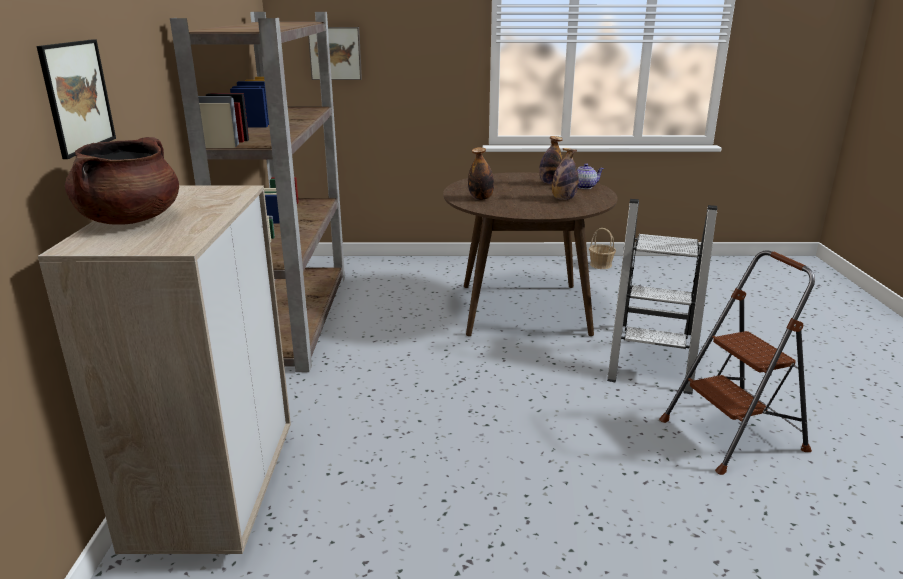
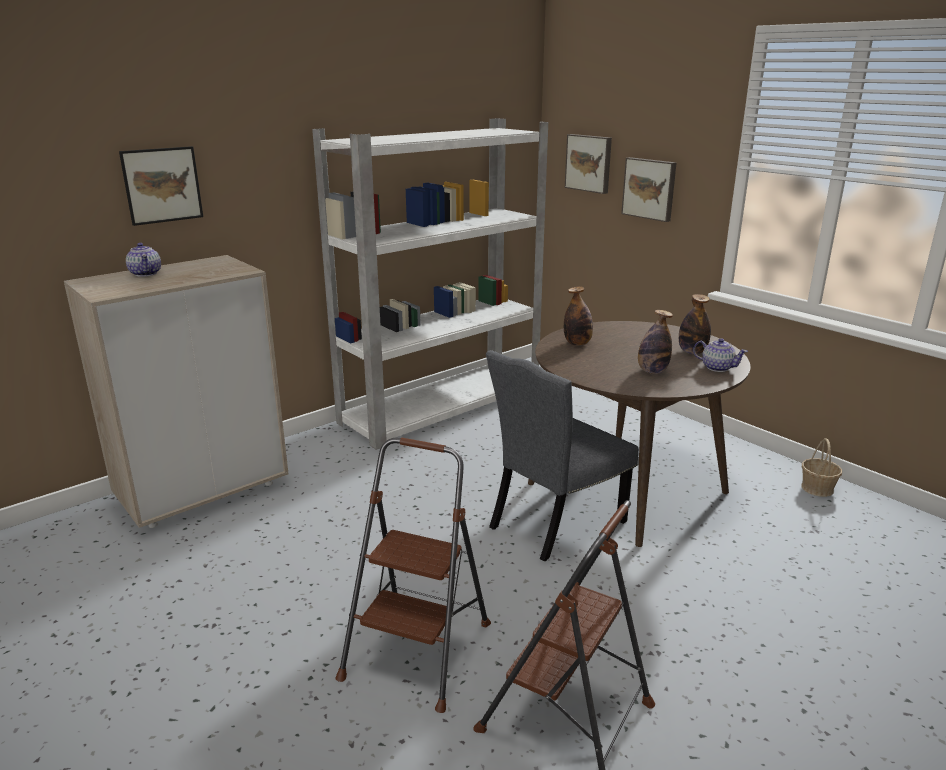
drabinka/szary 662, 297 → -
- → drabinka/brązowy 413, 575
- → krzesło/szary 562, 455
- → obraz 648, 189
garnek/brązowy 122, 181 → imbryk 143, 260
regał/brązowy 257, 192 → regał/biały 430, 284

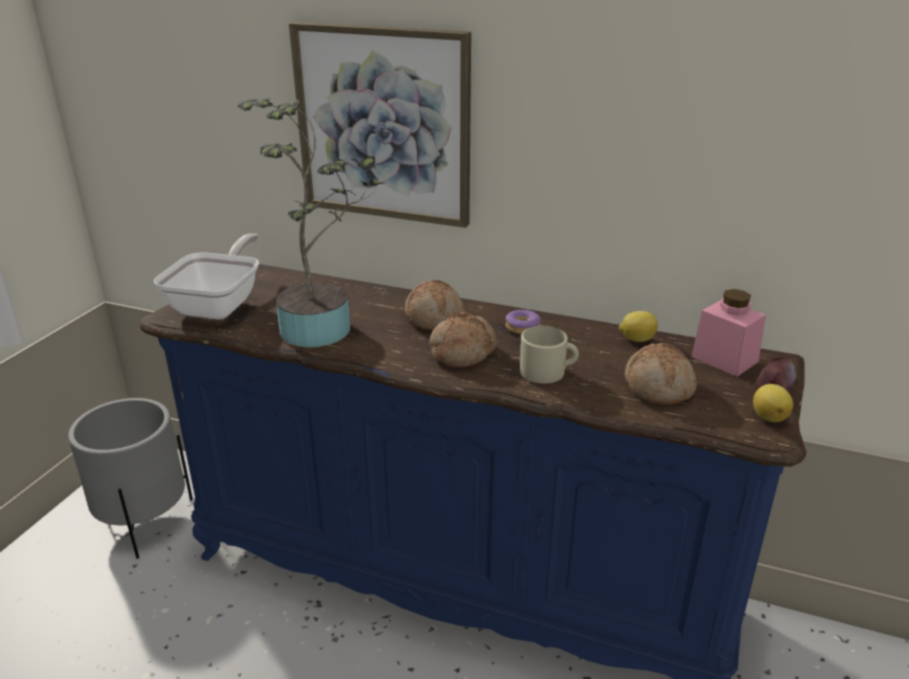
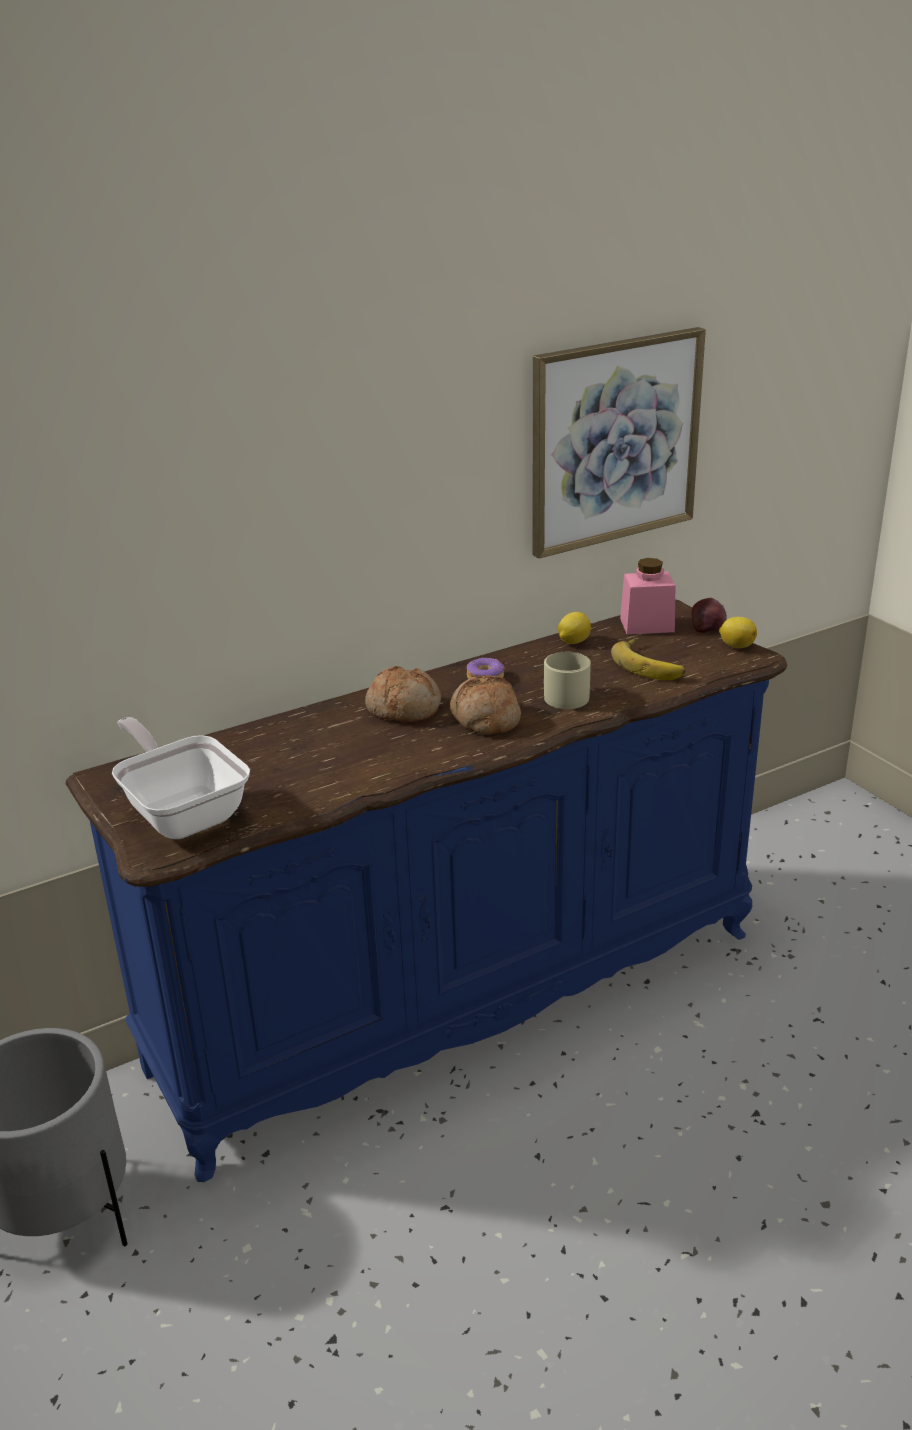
roślina doniczkowa 311, 222 → -
obraz 380, 125 → obraz 619, 442, shifted
chleb 661, 374 → banan 648, 658

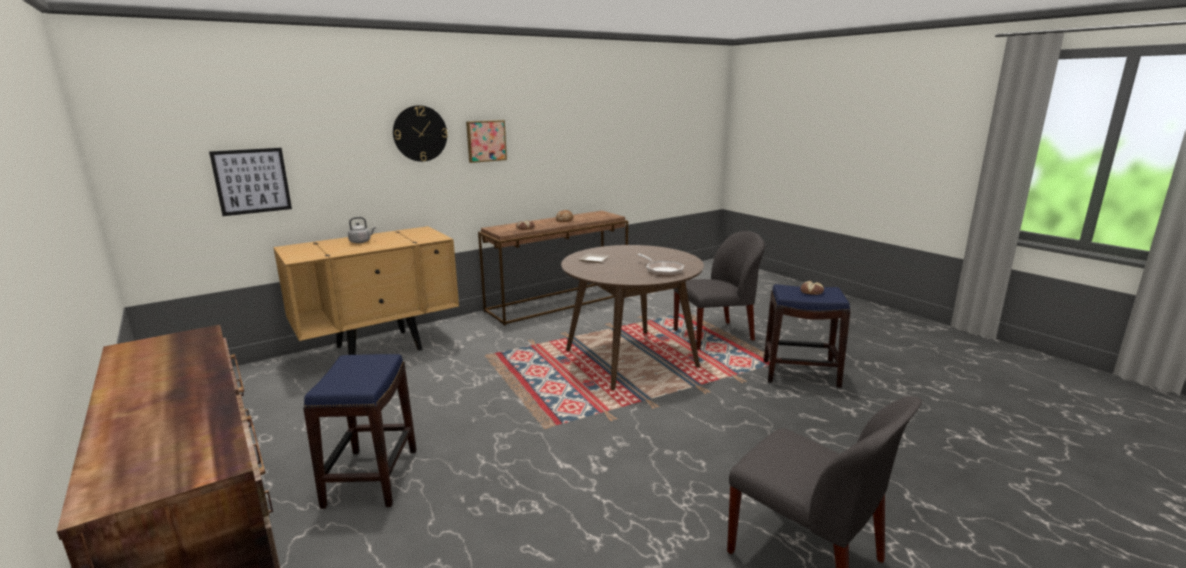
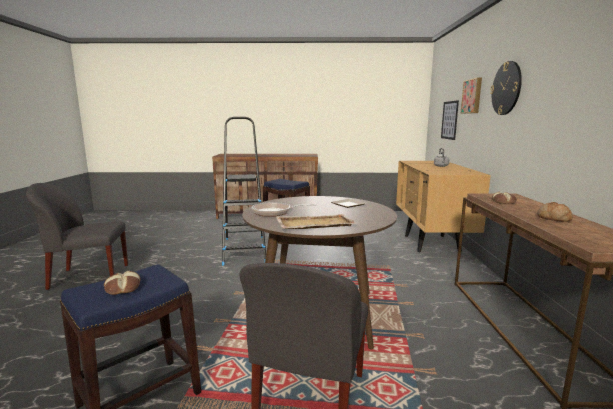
- → drabinka/czarny 244, 191
- → taca/beżowy 316, 221
obraz 486, 141 → obraz 471, 95, shifted

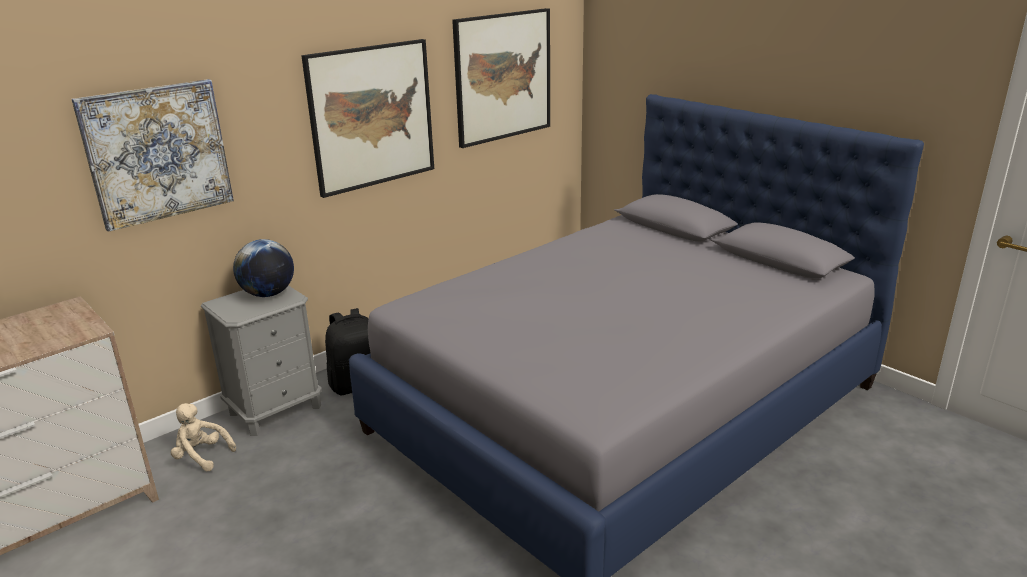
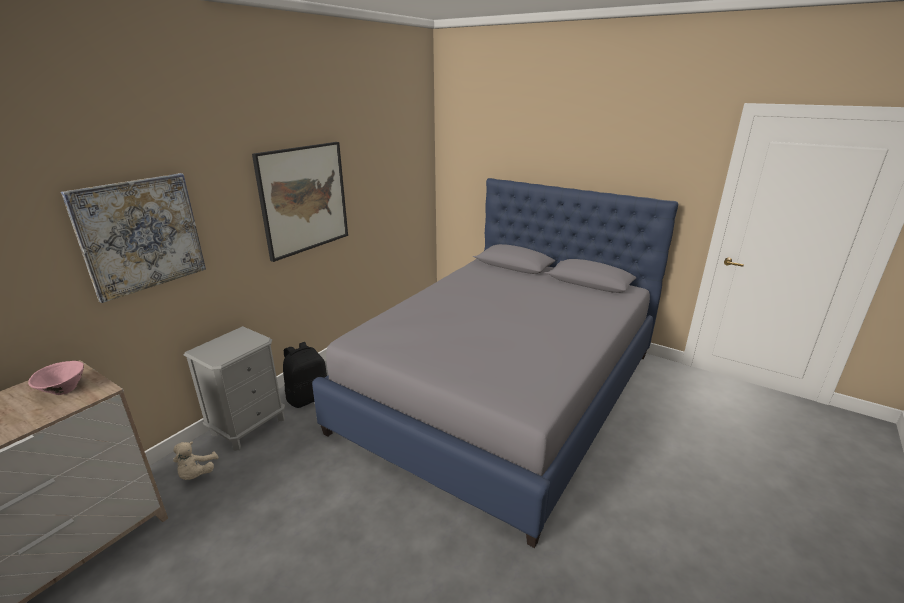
globus 263, 268 → -
obraz 501, 78 → -
- → miska/różowy 56, 378
pluszak/beżowy 203, 437 → pluszak/beżowy 196, 460, 105 degrees counterclockwise

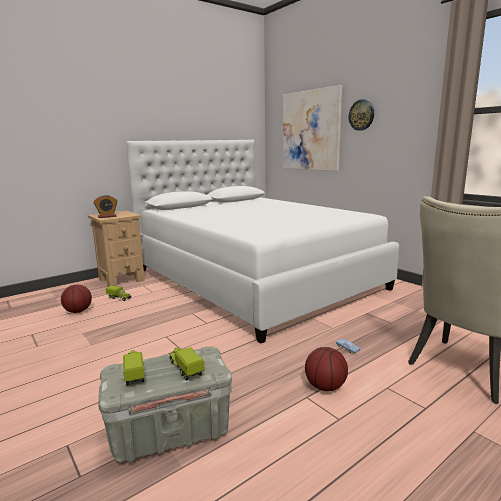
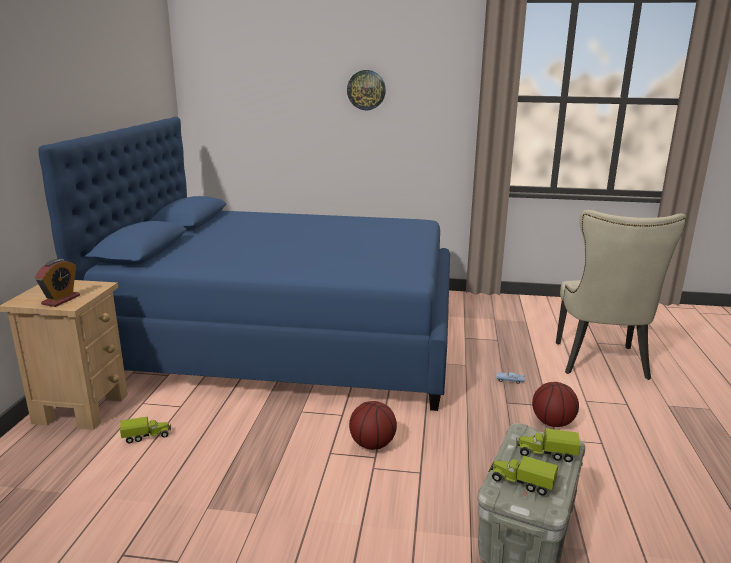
obraz 312, 128 → -
piłka do koszykówki 76, 298 → piłka do koszykówki 373, 425, shifted
łóżko/biały 262, 242 → łóżko/niebieski 244, 264

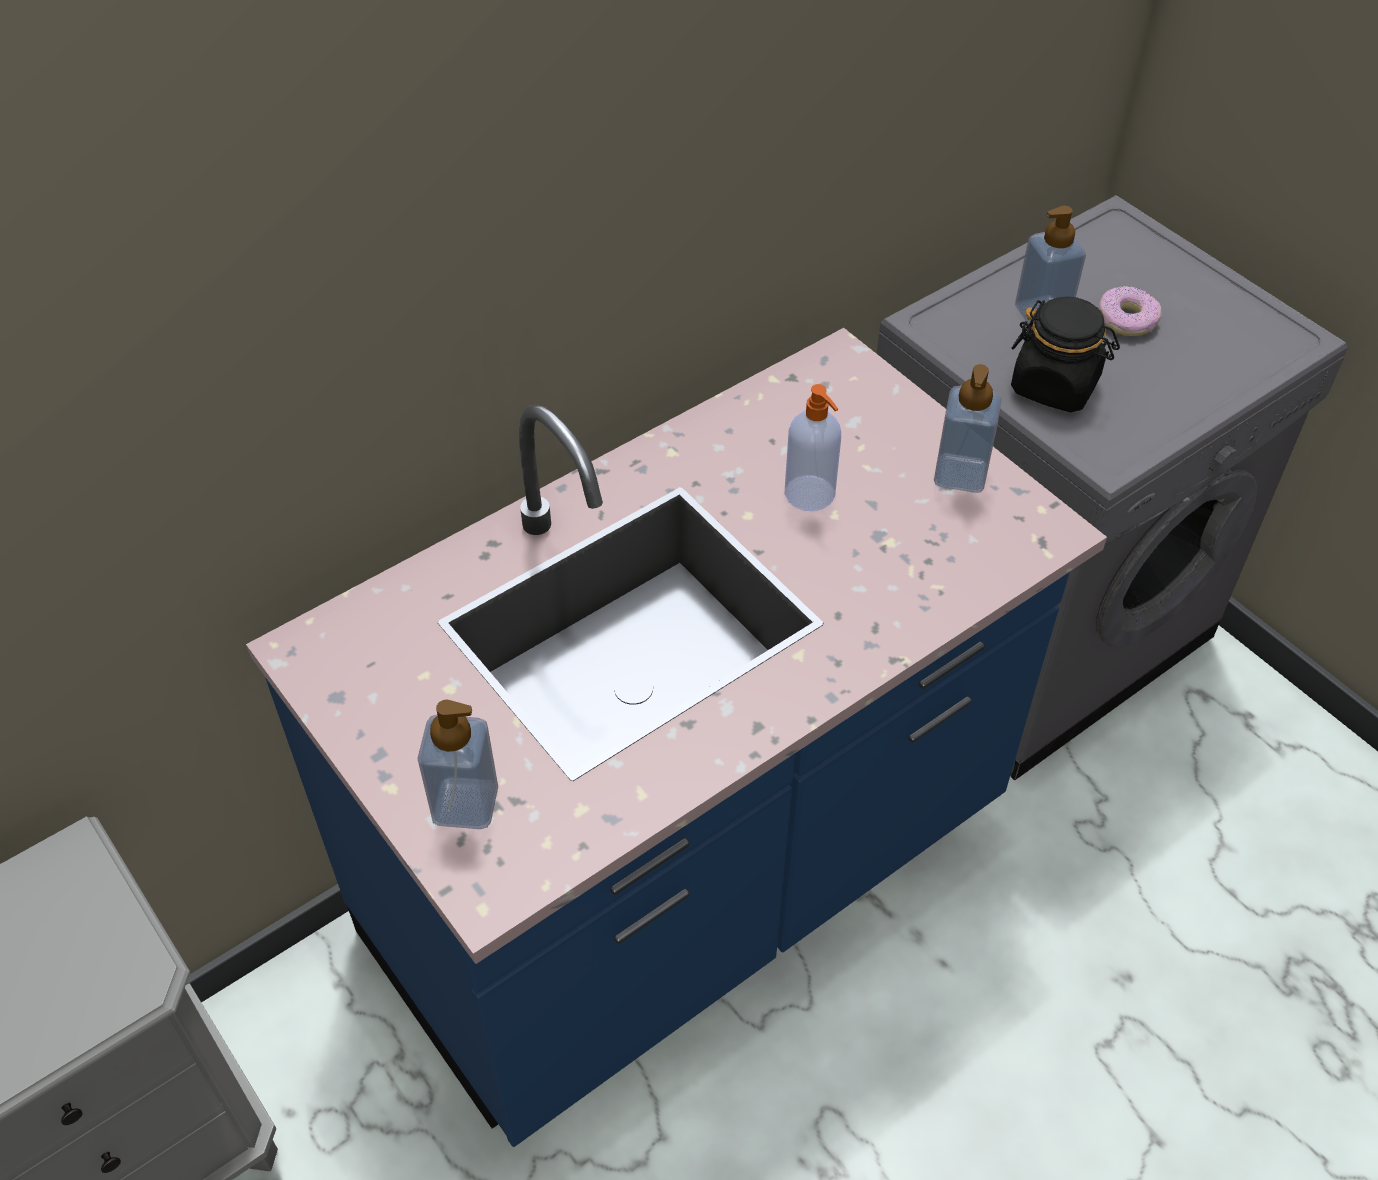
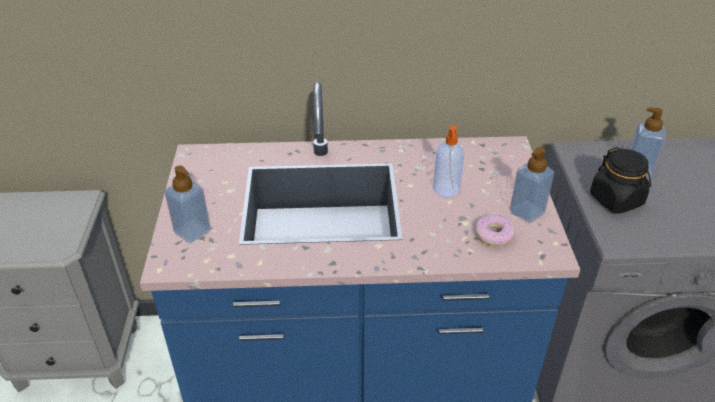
donut 1130, 311 → donut 495, 230, shifted

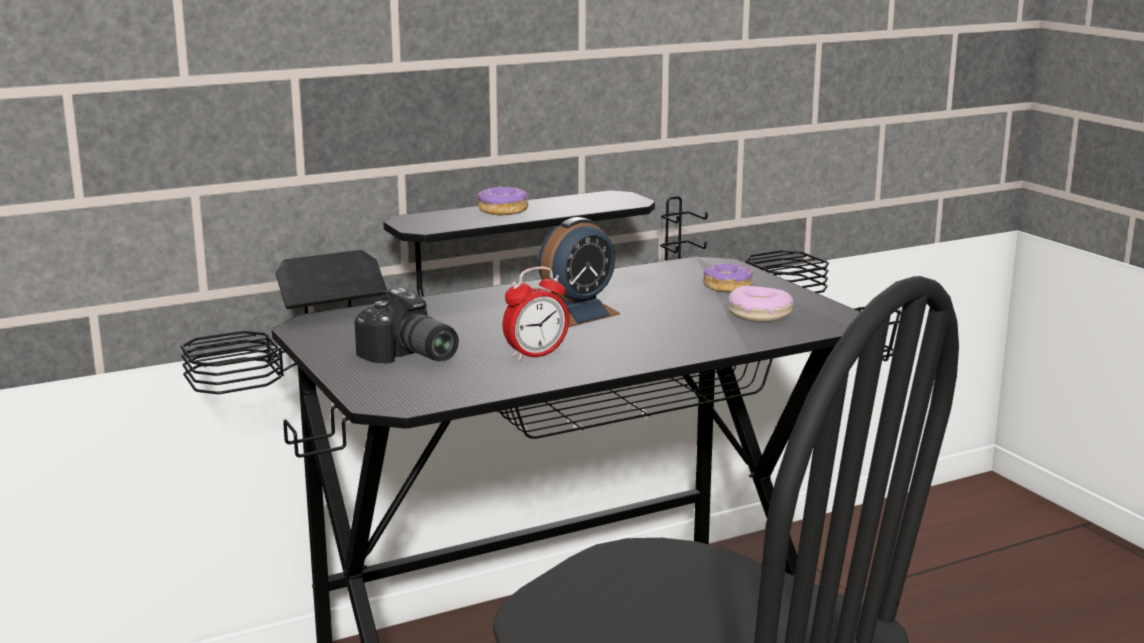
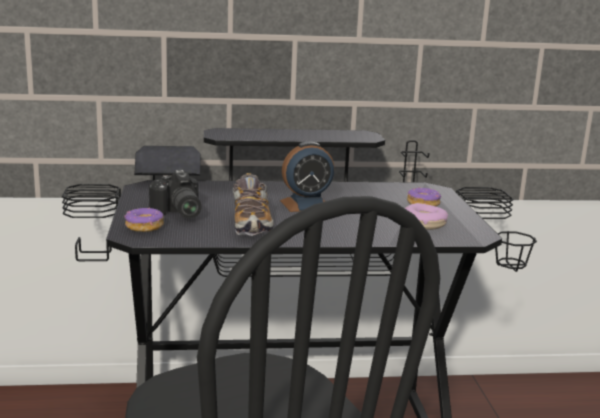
donut 503, 201 → donut 144, 220, shifted
budzik 536, 313 → but 253, 204

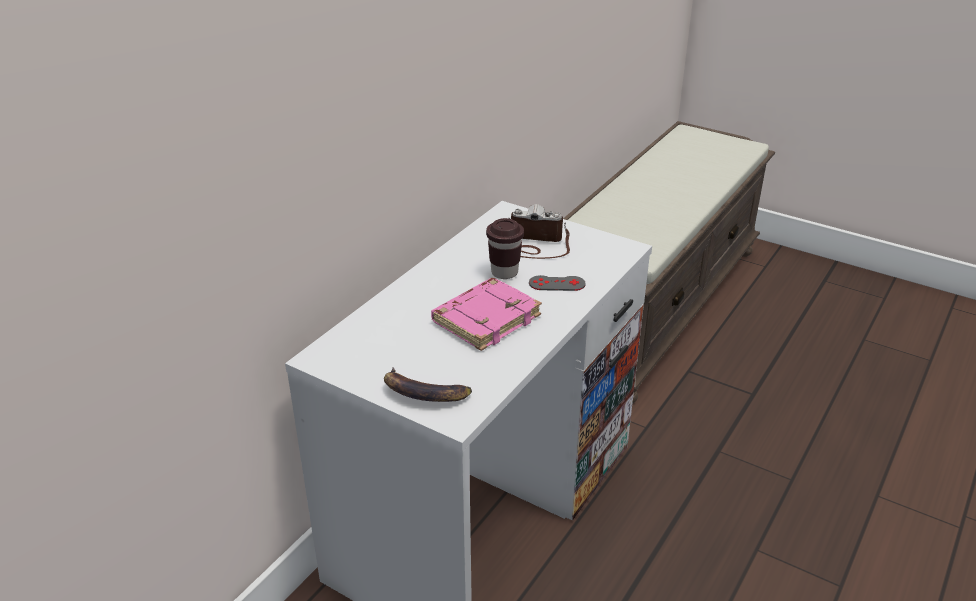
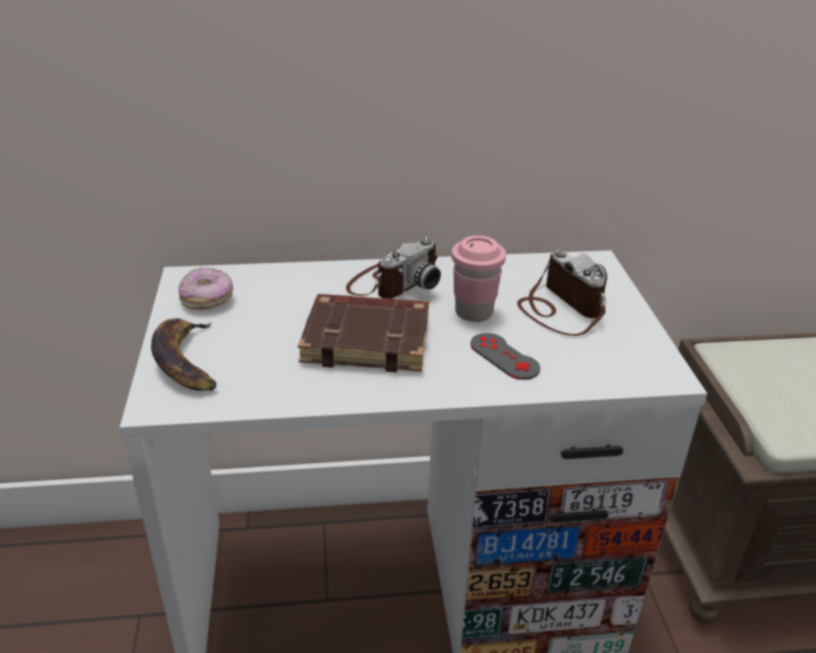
- → donut 205, 288
- → aparat fotograficzny 393, 268
książka/różowy 486, 314 → książka/brązowy 363, 333
filiżanka/brązowy 505, 248 → filiżanka/różowy 478, 278

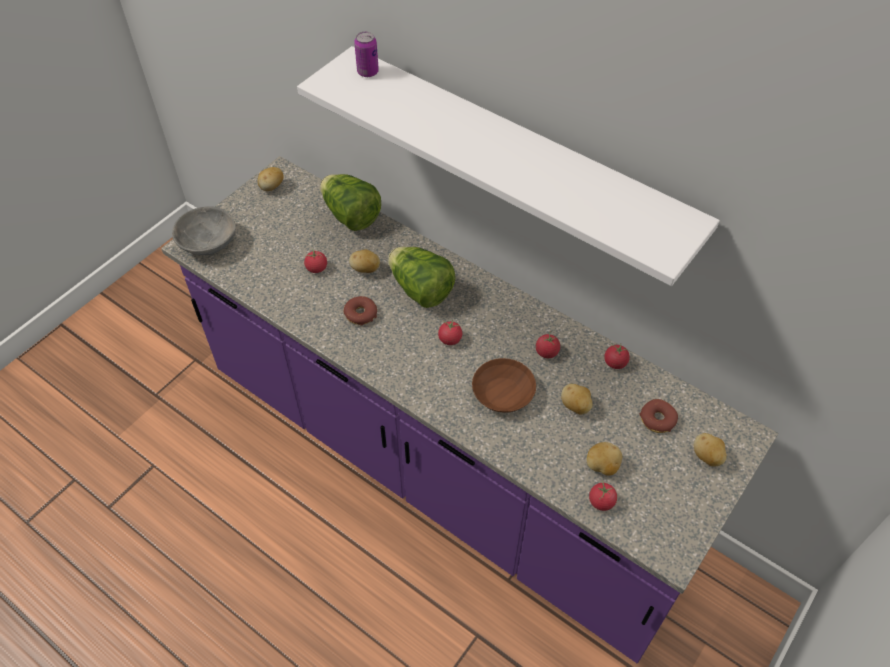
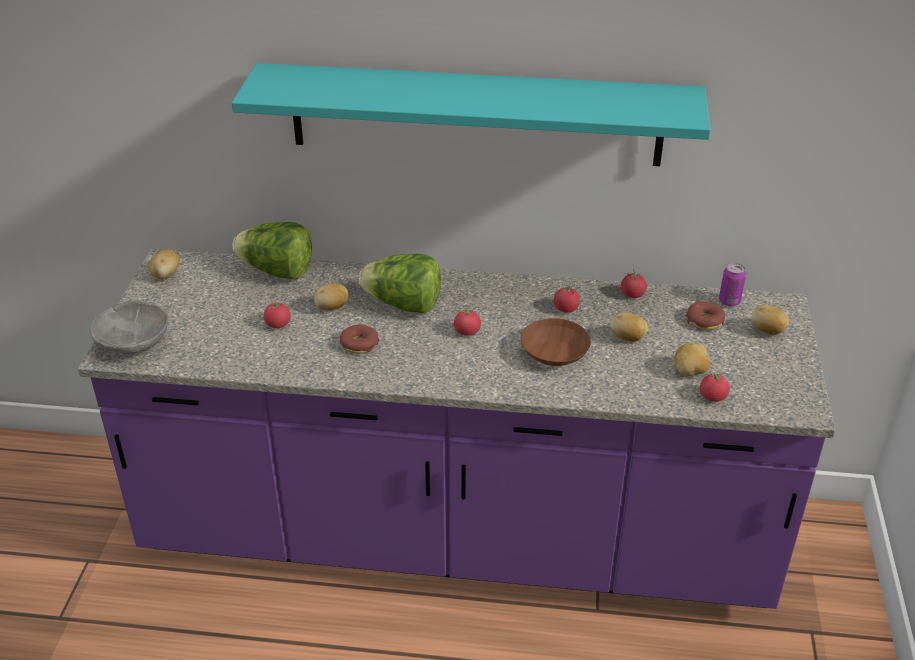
puszka 366, 54 → puszka 732, 284, shifted
półka/biały 508, 166 → półka/turkusowy 471, 114

